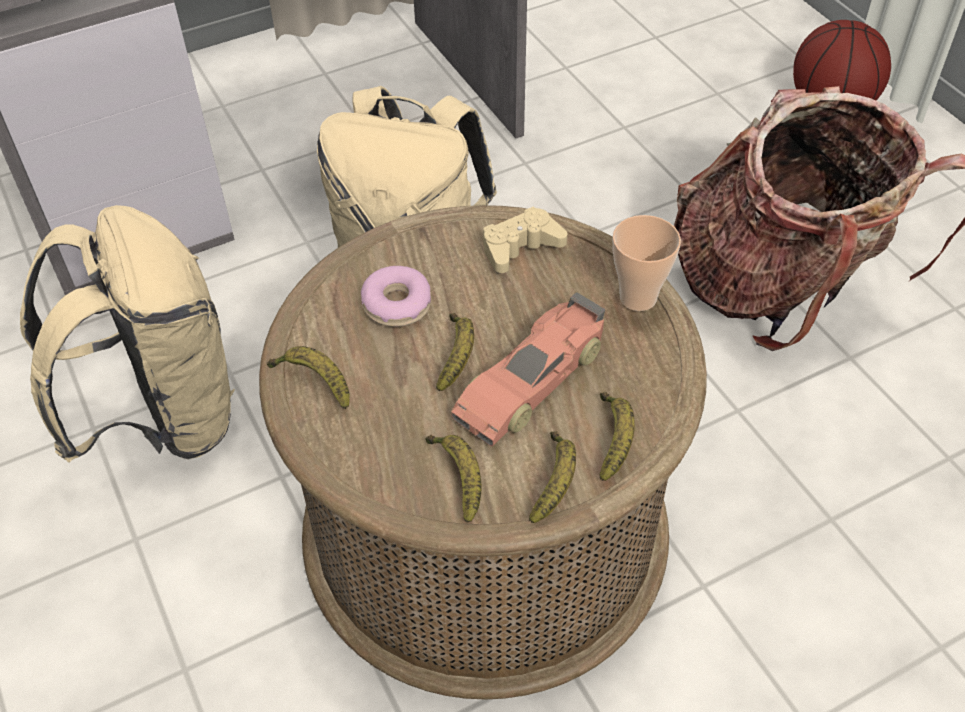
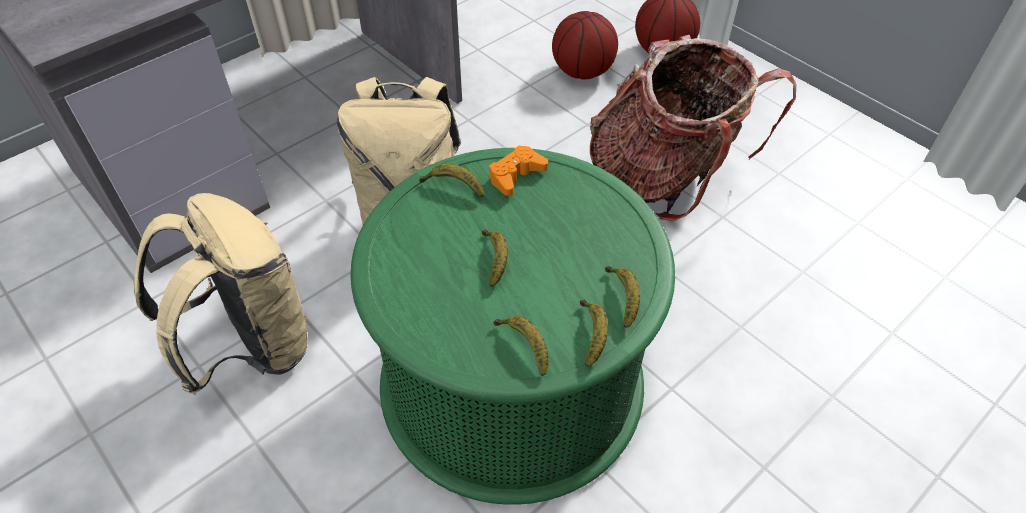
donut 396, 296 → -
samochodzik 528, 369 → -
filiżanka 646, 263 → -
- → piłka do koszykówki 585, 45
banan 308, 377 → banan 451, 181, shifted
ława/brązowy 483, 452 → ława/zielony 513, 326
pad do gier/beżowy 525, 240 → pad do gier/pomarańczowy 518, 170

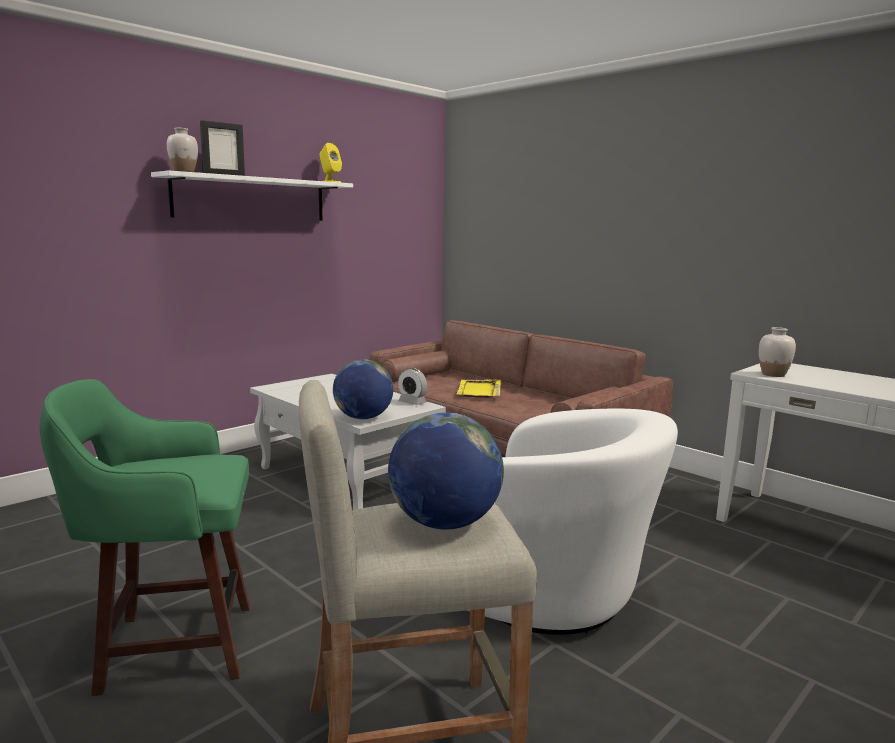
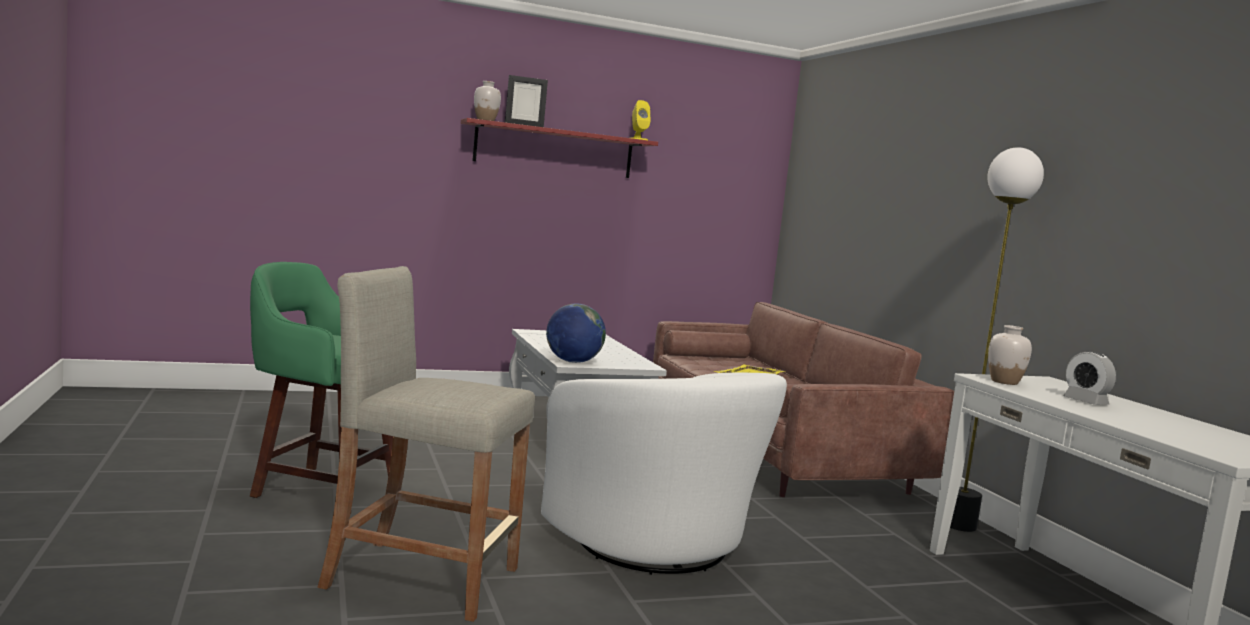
globus 446, 471 → -
- → lampa stojąca 997, 339
budzik 412, 386 → budzik 1089, 378, shifted
półka/biały 252, 195 → półka/czerwony 559, 148

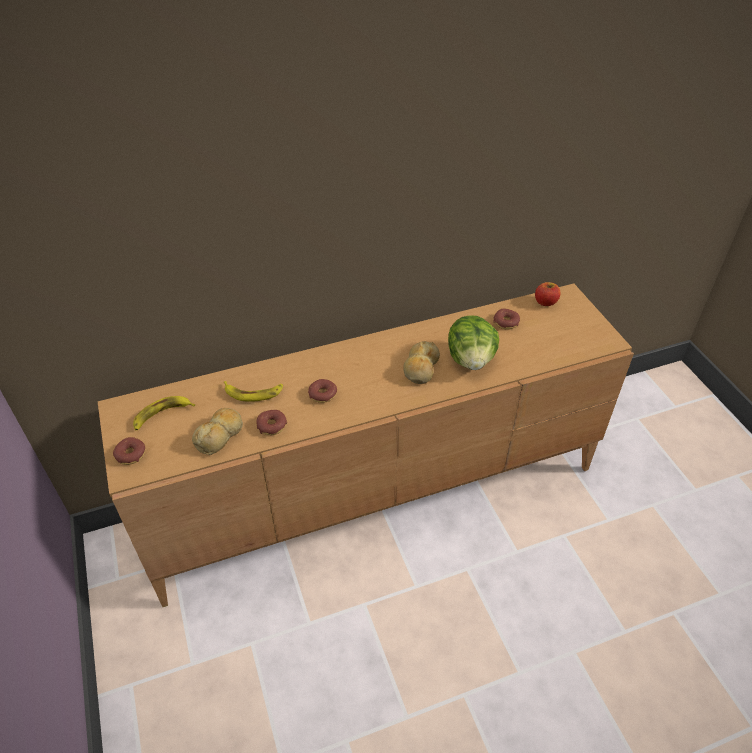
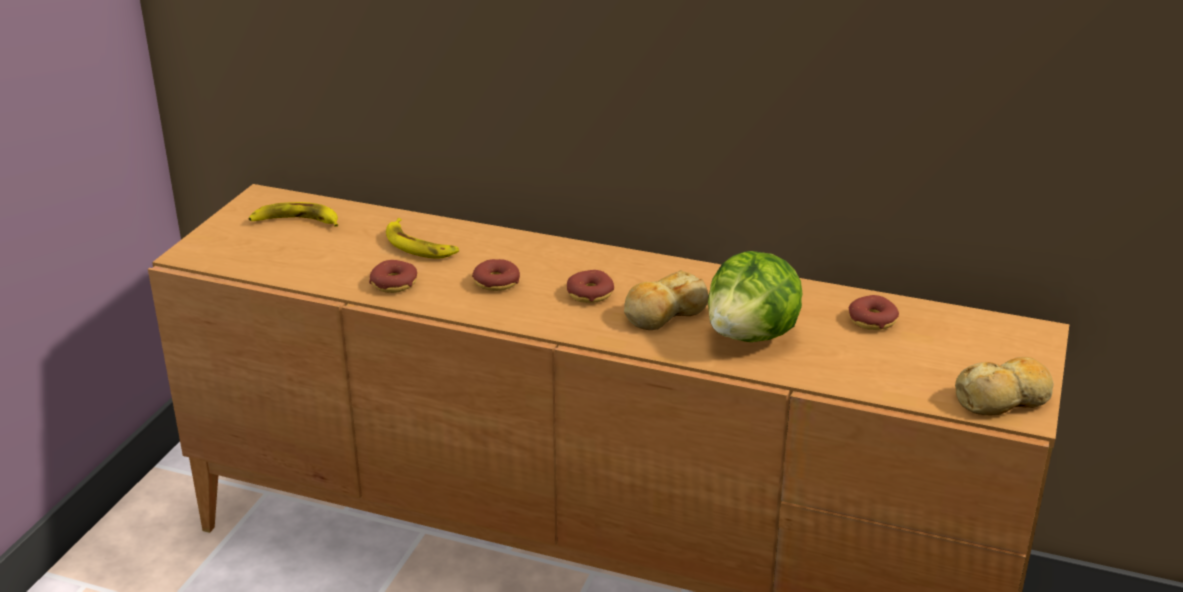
jabłko 547, 294 → -
donut 129, 451 → donut 590, 286, shifted
chleb 217, 431 → chleb 1004, 386, shifted

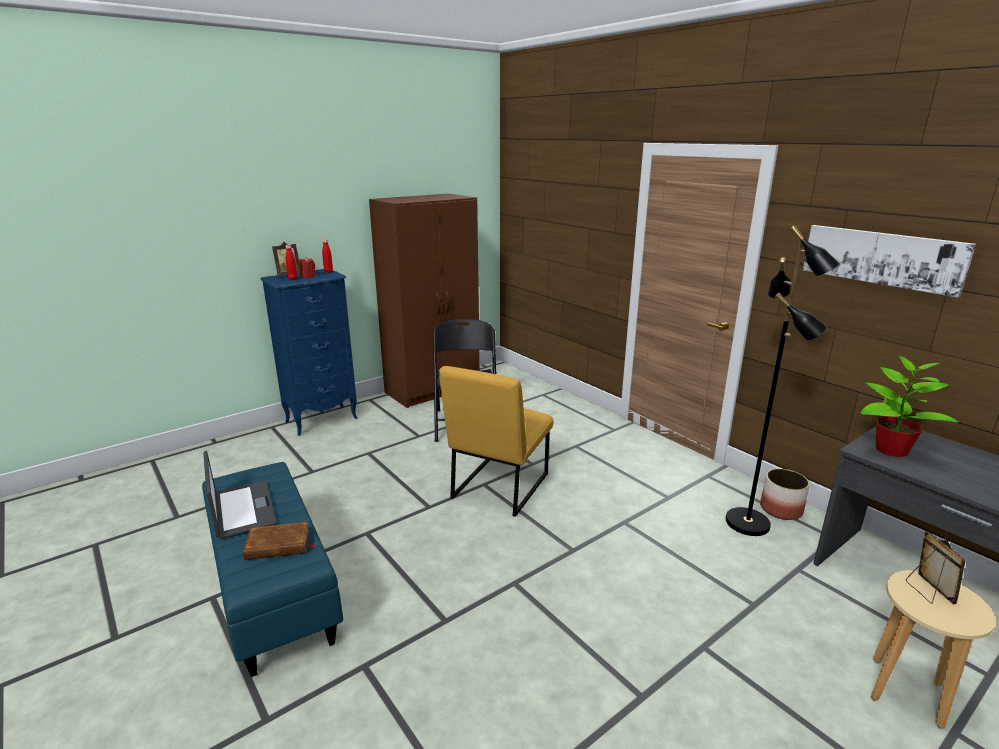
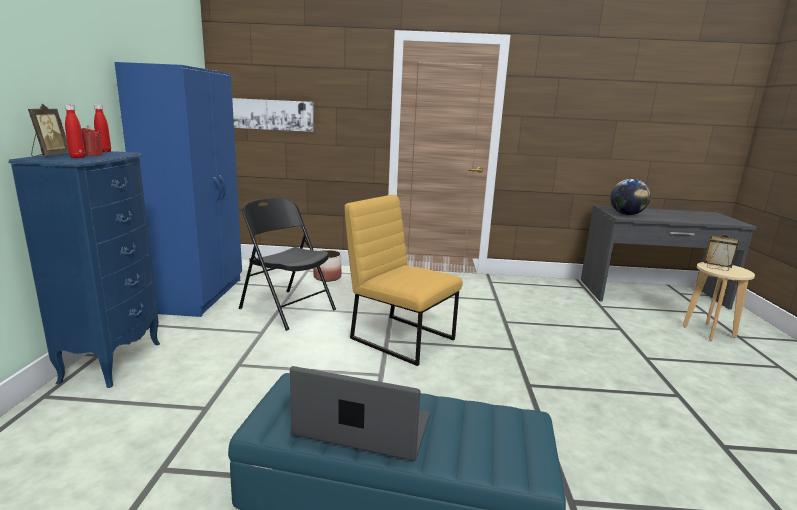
książka/brązowy 280, 541 → -
lampa stojąca/czarny 783, 380 → -
donica 785, 494 → donica 327, 266, shifted
obraz 889, 261 → obraz 273, 115, shifted
roślina doniczkowa 909, 406 → globus 630, 197
szafa/brązowy 424, 300 → szafa/niebieski 178, 189
krzesło/żółty 496, 441 → krzesło/żółty 404, 280, 150 degrees clockwise

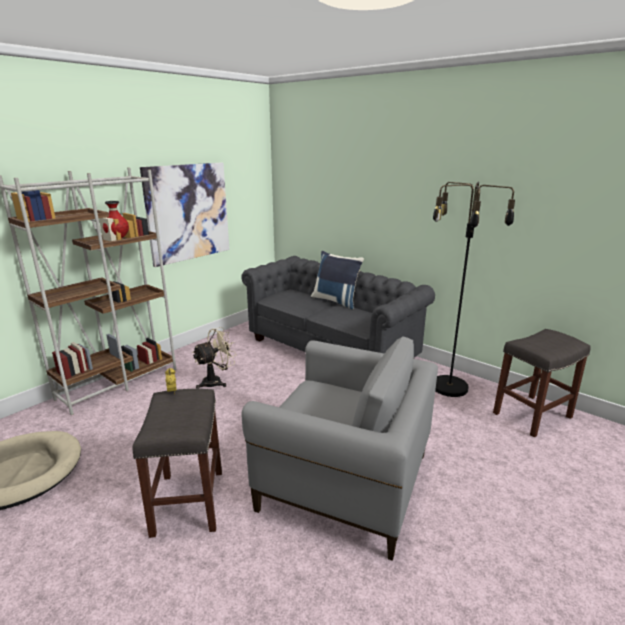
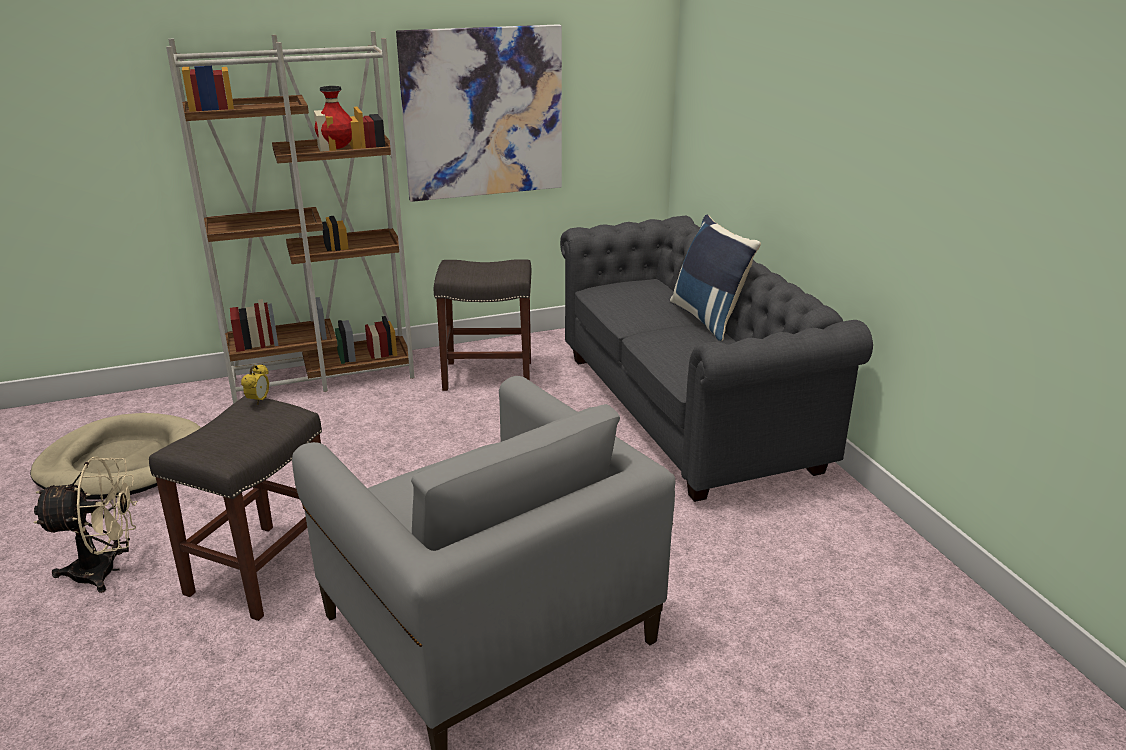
lampa stojąca 474, 289 → -
wentylator/beżowy 214, 358 → wentylator/beżowy 85, 525, shifted
stołek/szary 542, 383 → stołek/szary 482, 325, shifted

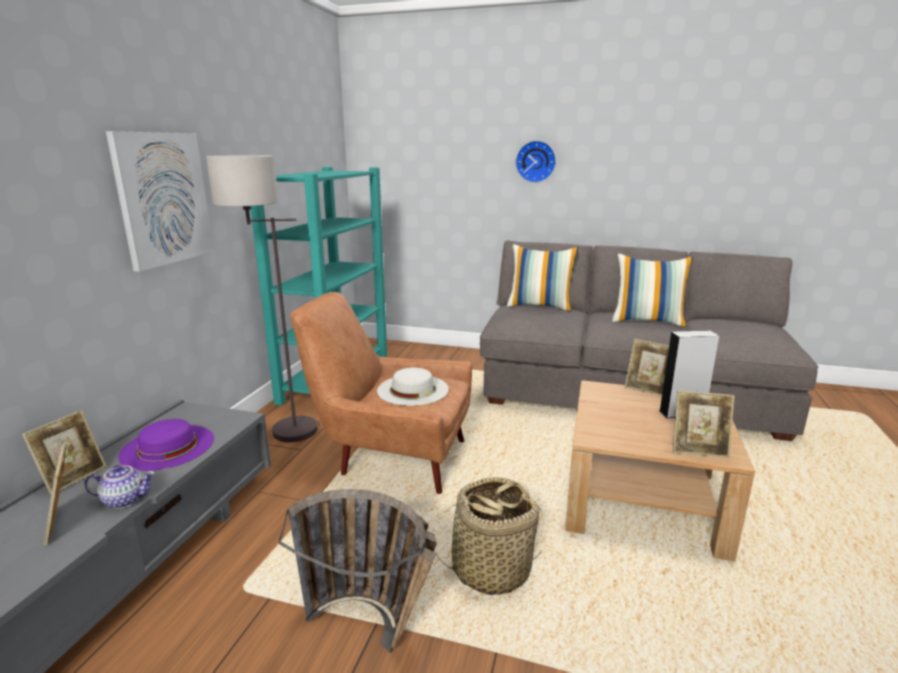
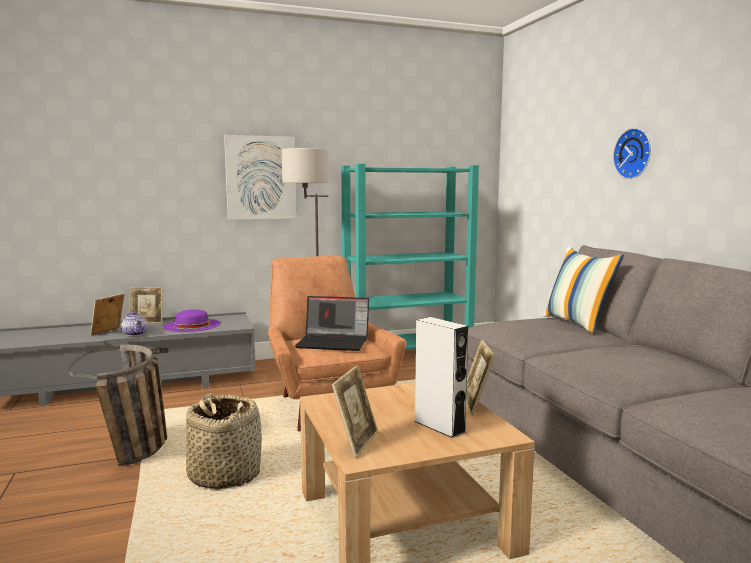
poduszka 652, 290 → -
kapelusz/biały 413, 386 → laptop 332, 323
ramka na zdjęcie 704, 424 → ramka na zdjęcie 355, 411, 135 degrees counterclockwise

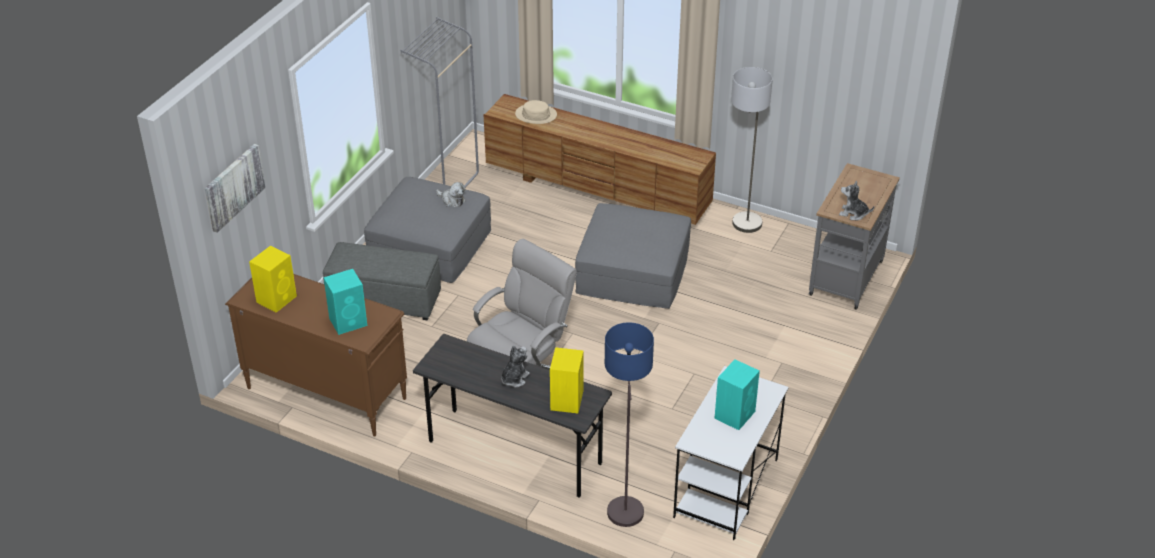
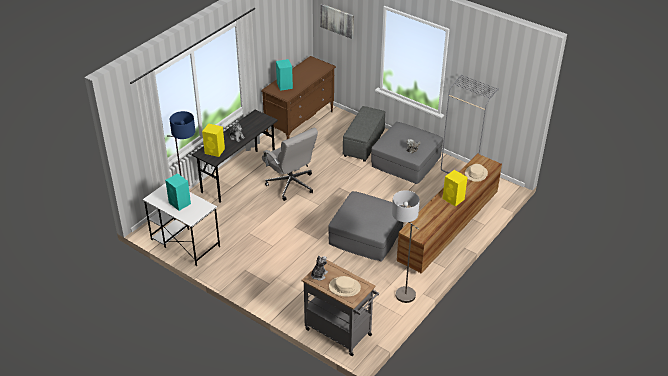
- → kapelusz/beżowy 345, 286
głośnik/żółty 273, 279 → głośnik/żółty 455, 188, shifted

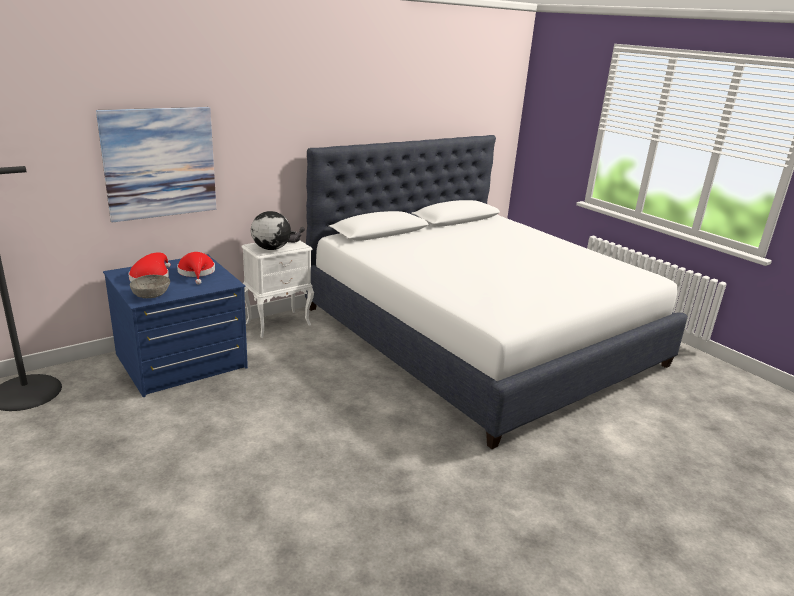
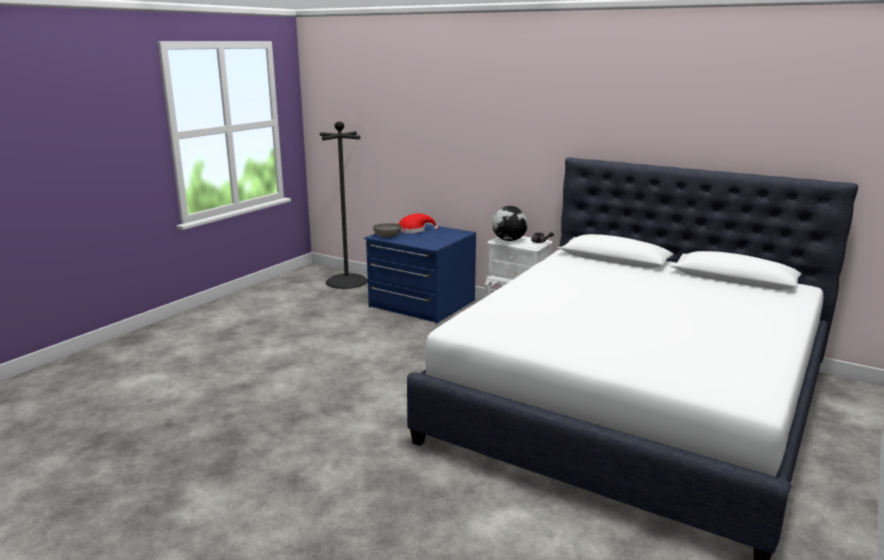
obraz 156, 165 → -
kapelusz/czerwony 196, 268 → -

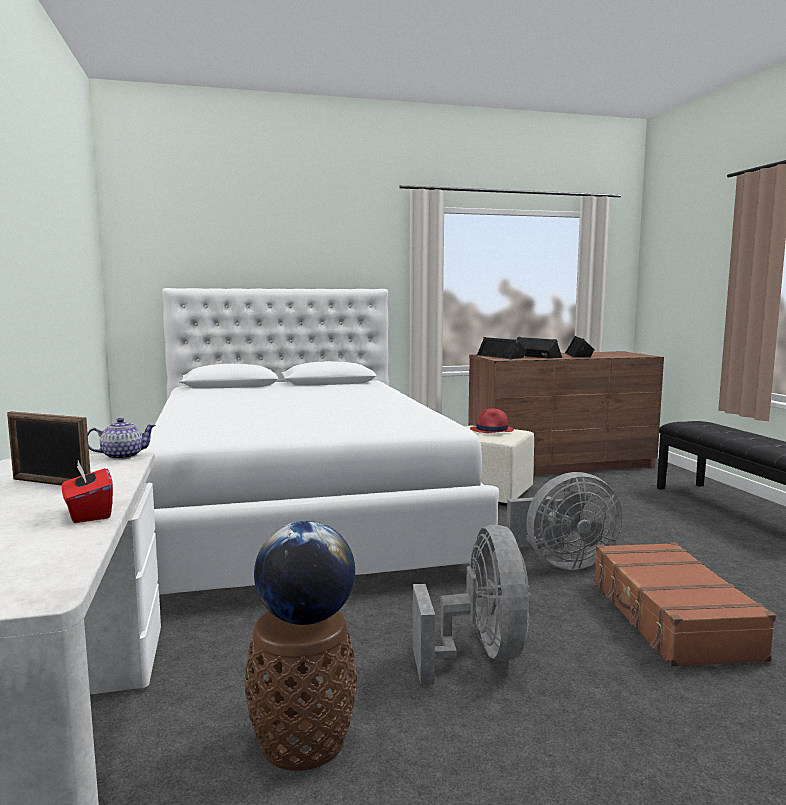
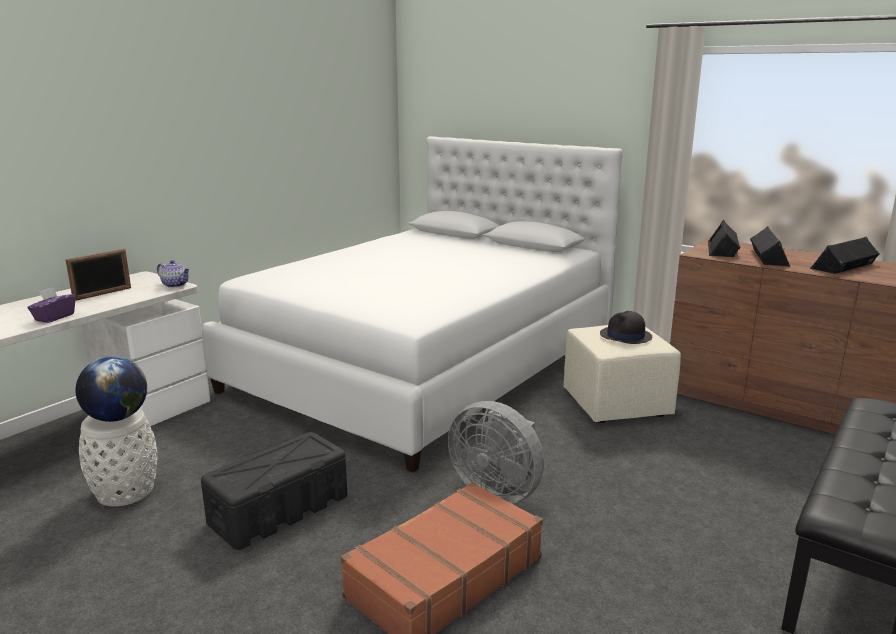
wentylator/szary 471, 605 → pojemnik do przechowywania/czarny 274, 491
pudełko chusteczek/czerwony 87, 492 → pudełko chusteczek/fioletowy 51, 305
stołek/brązowy 301, 691 → stołek/biały 118, 458
kapelusz/czerwony 492, 420 → kapelusz/czarny 626, 327
ramka na zdjęcie 48, 449 → ramka na zdjęcie 98, 275, 120 degrees counterclockwise

